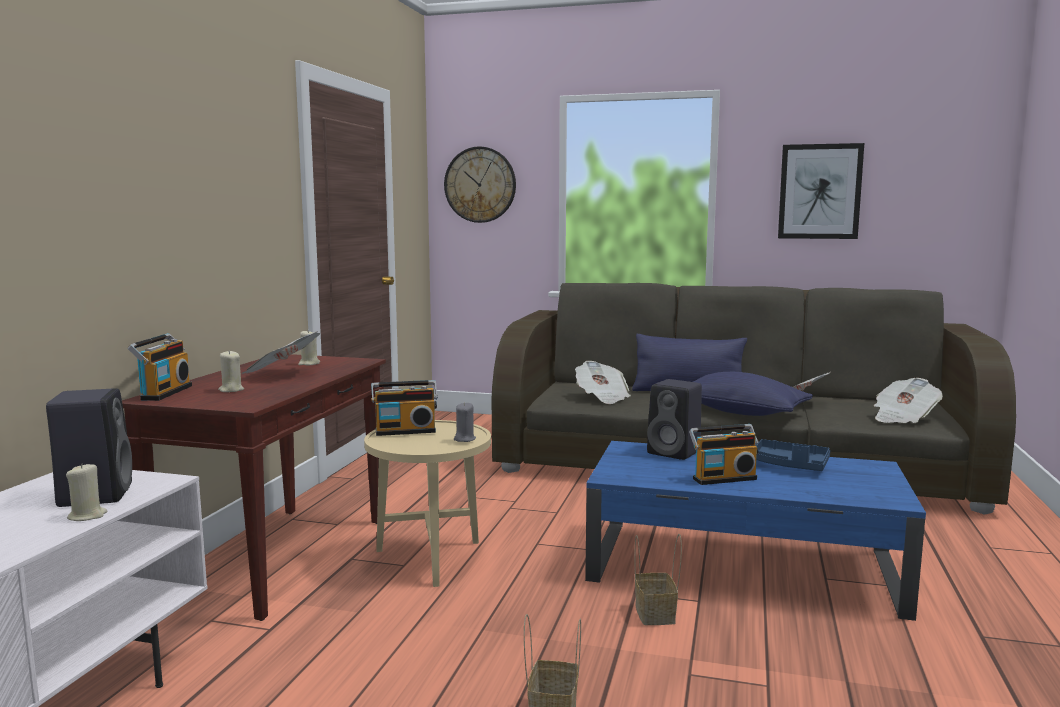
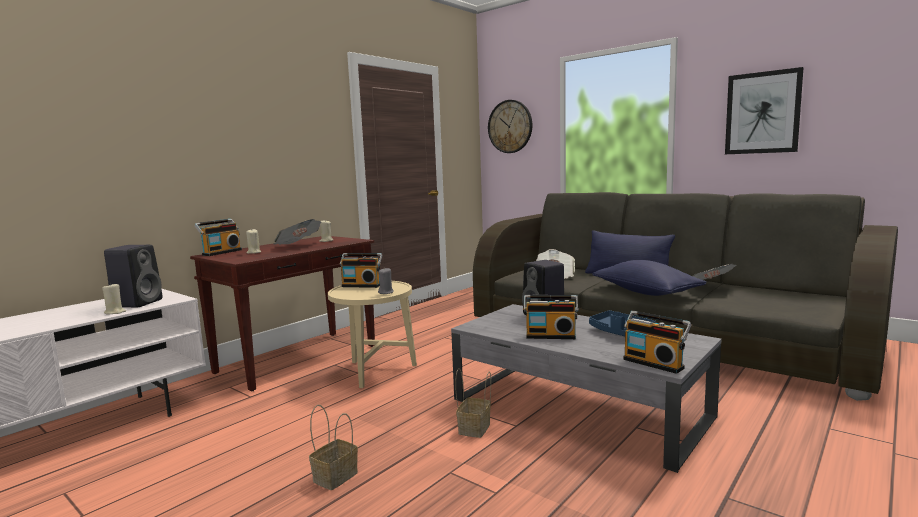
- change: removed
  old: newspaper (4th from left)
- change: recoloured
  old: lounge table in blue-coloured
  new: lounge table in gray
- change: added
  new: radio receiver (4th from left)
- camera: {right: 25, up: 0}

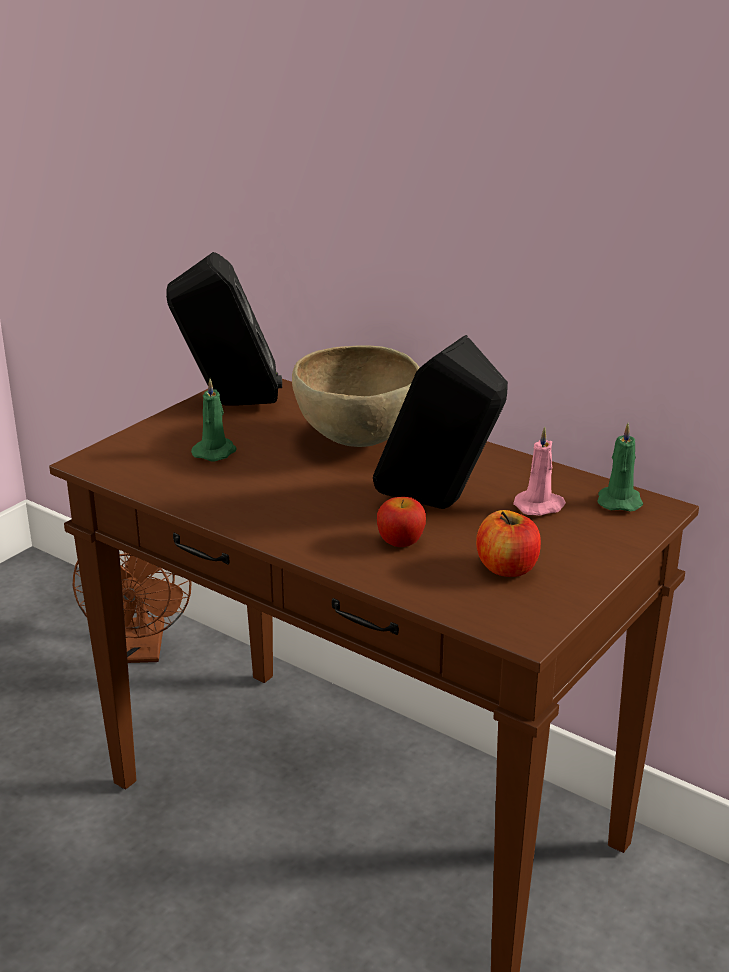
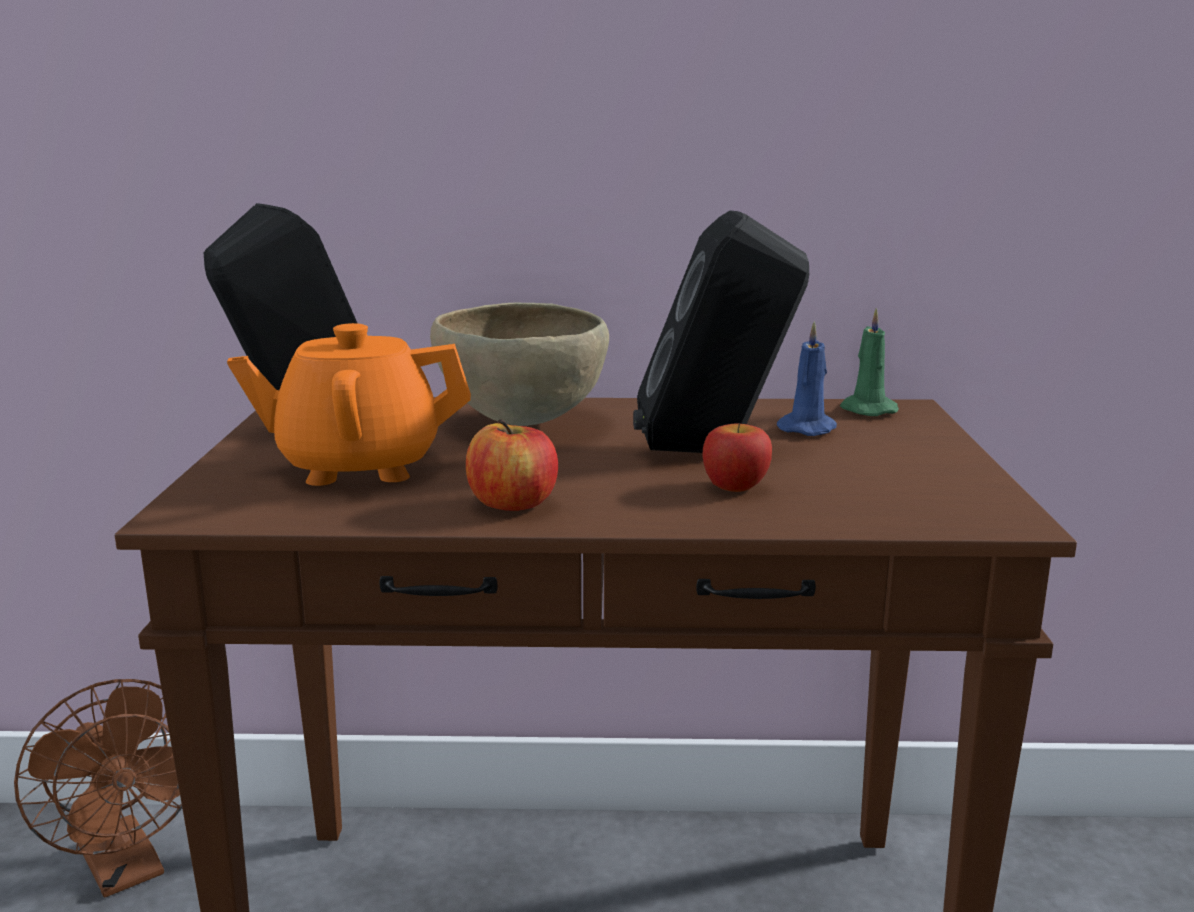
- change: replaced
  old: wax candle in green (1st from left)
  new: pot for tea in orange
- change: recoloured
  old: wax candle in pink
  new: wax candle in blue-coloured
- change: moved
  old: apple (2nd from left in the first image)
  new: apple (1st from left)
- camera: {right: -35, up: -10}

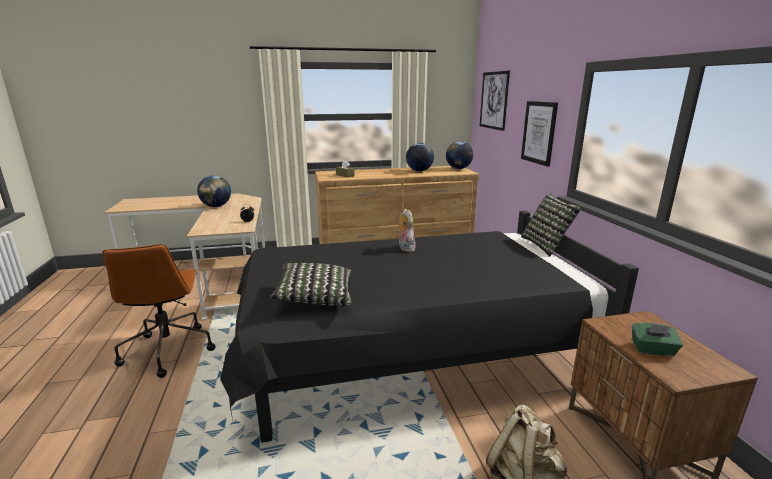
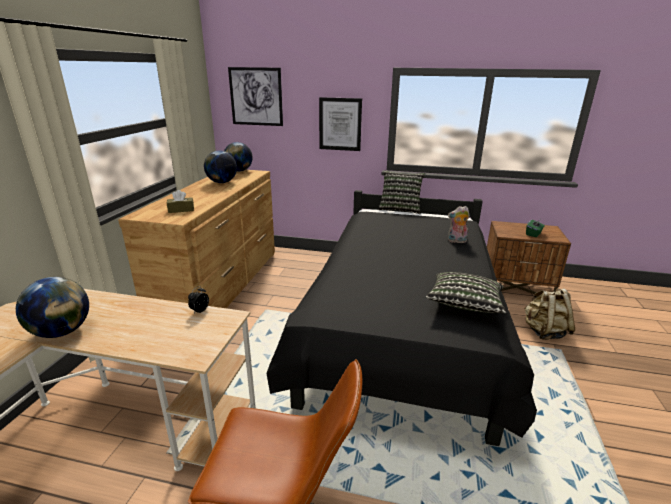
- change: moved
  old: plush toy
- camera: {right: -65, up: 5}

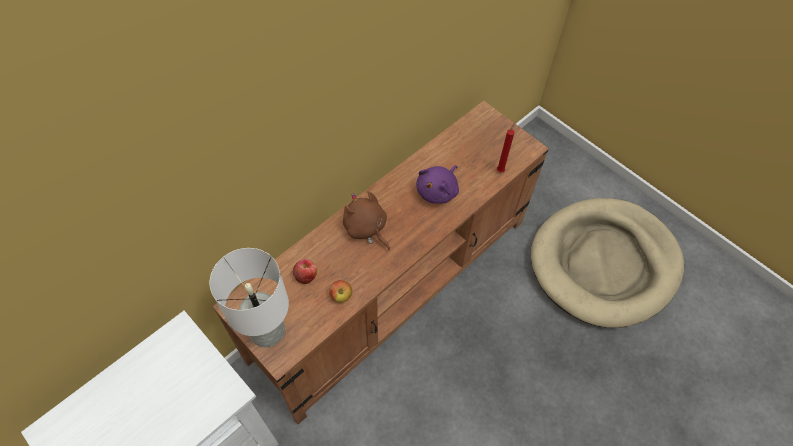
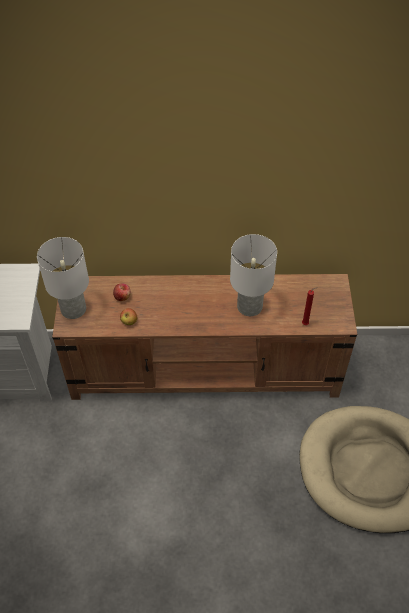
- change: replaced
  old: plush toy in purple
  new: lamp for a table in white-coloured (2nd from left)
- change: removed
  old: plush toy in brownish
- camera: {right: 45, up: -5}

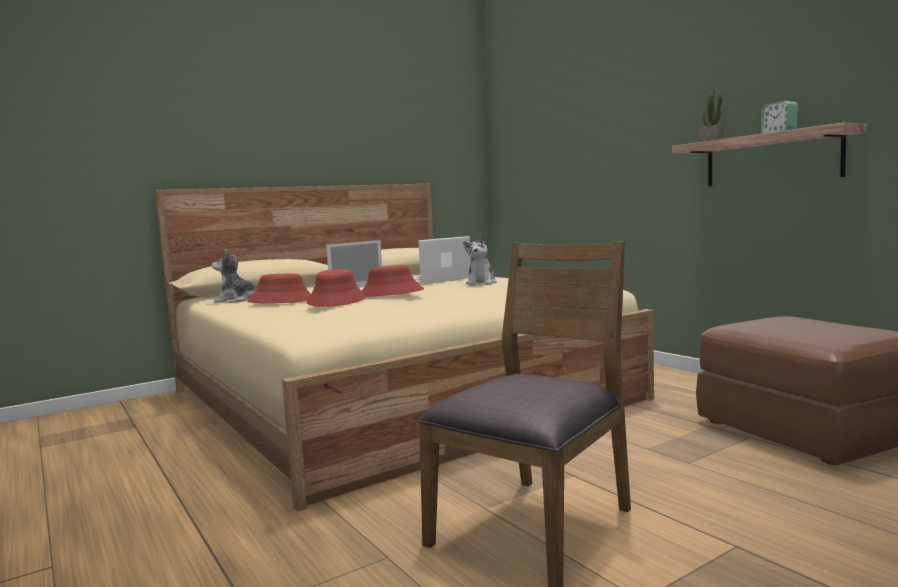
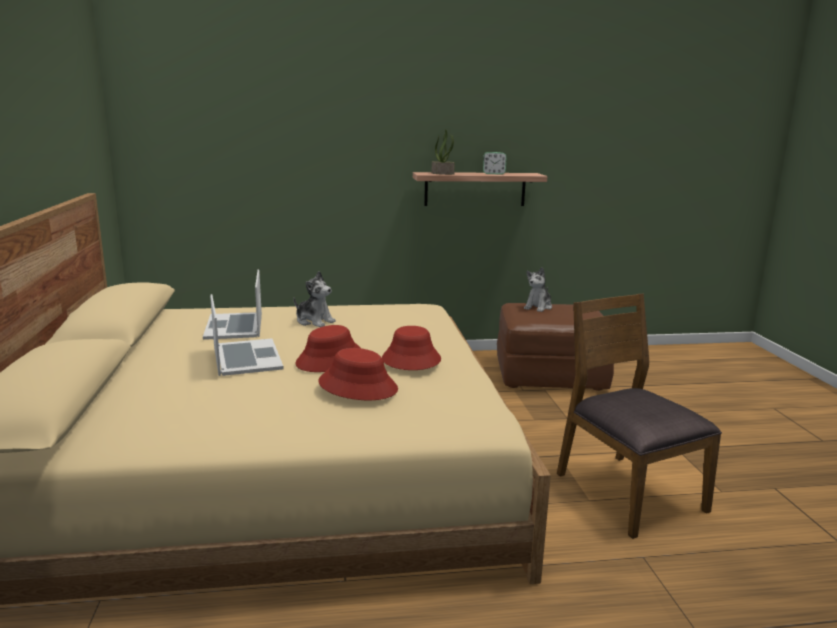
- change: moved
  old: plush toy (1st from left in the first image)
  new: plush toy (2nd from left)
- change: moved
  old: clothing hat in red (1st from left in the first image)
  new: clothing hat in red (3rd from left)
- camera: {right: -65, up: 10}

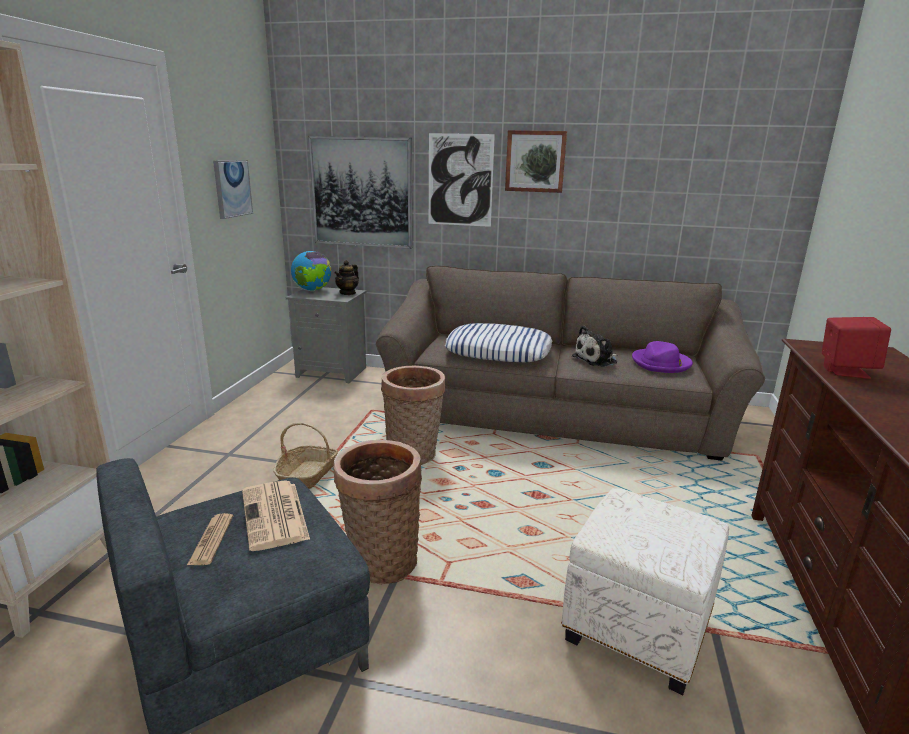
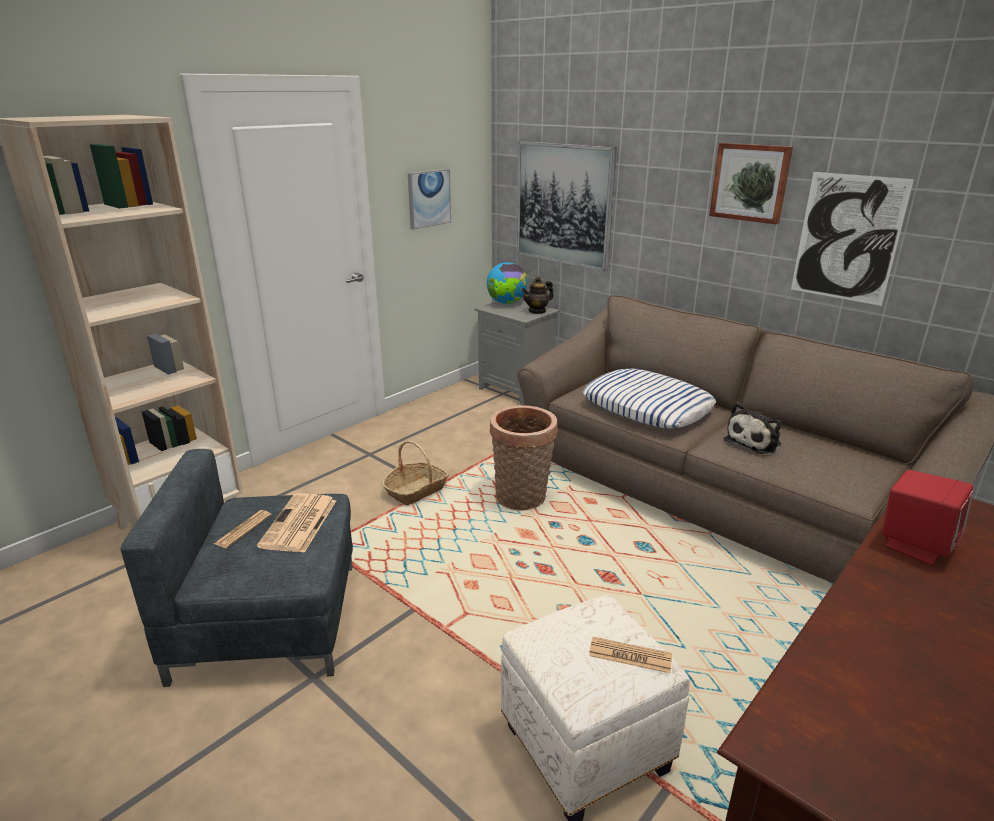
- change: moved
  old: wall art (3rd from left in the first image)
  new: wall art (4th from left)
- change: turned
  old: plush toy
  degrees: -45
- change: removed
  old: clothing hat in purple
- change: removed
  old: household basket (2nd from left)
- change: added
  new: newspaper (3rd from left)
- camera: {right: 30, up: 5}

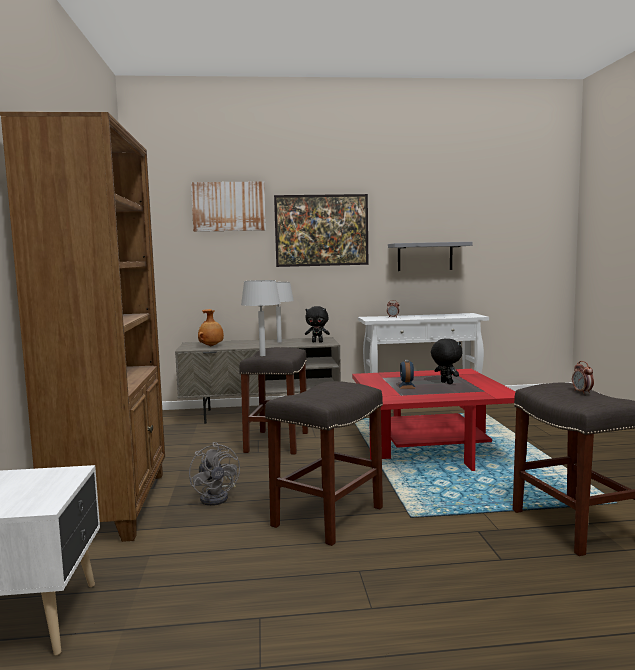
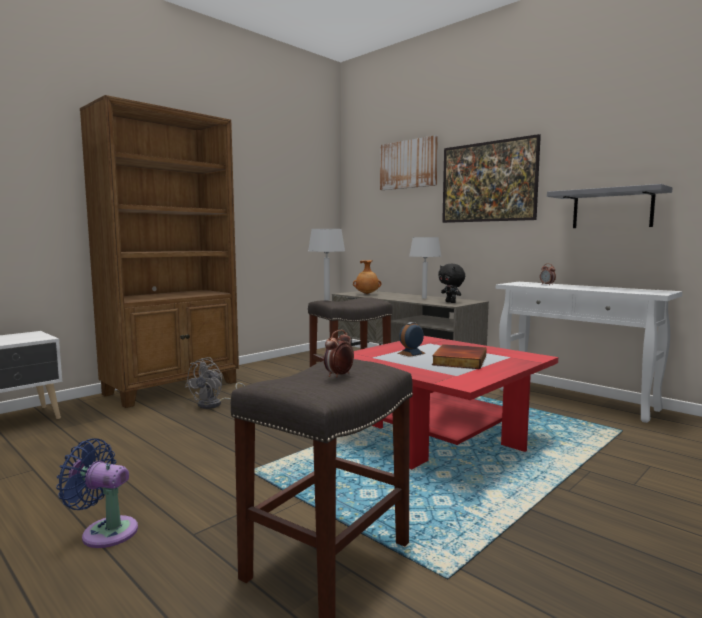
- change: replaced
  old: plush toy in blackish (2nd from left)
  new: bound book
- change: removed
  old: stool seat in gray (2nd from left)
- change: added
  new: fan in blue-coloured
- camera: {right: 50, up: 0}

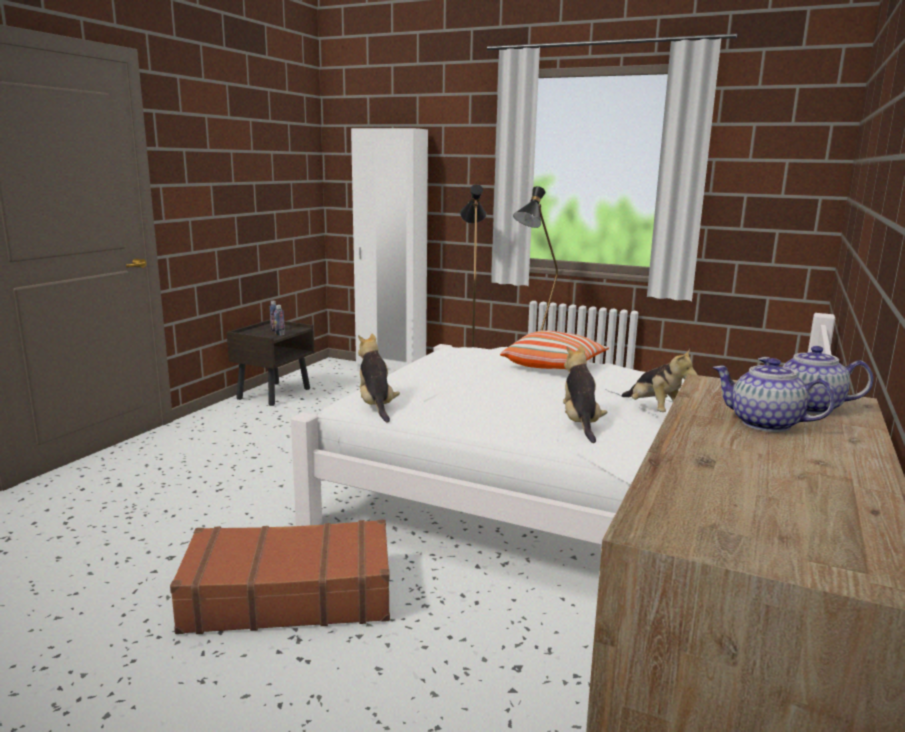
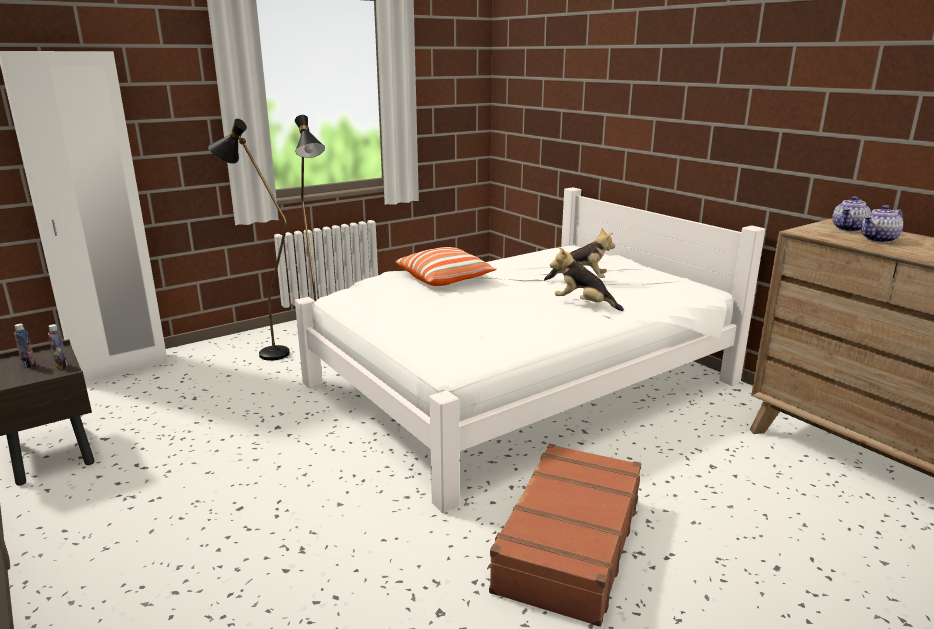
- change: removed
  old: plush toy (1st from left)
- camera: {right: -60, up: 5}

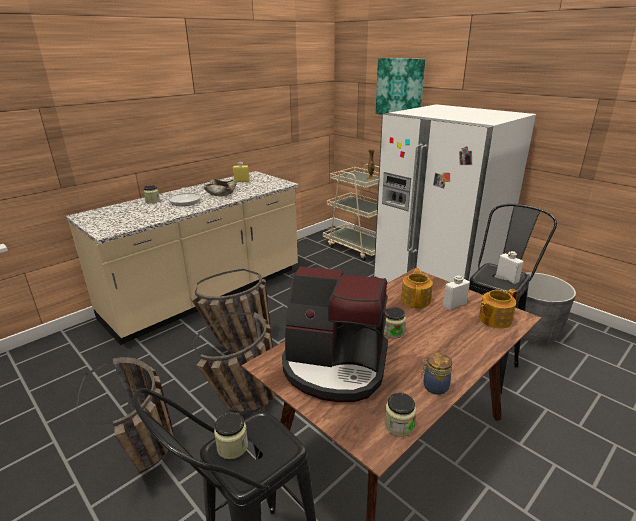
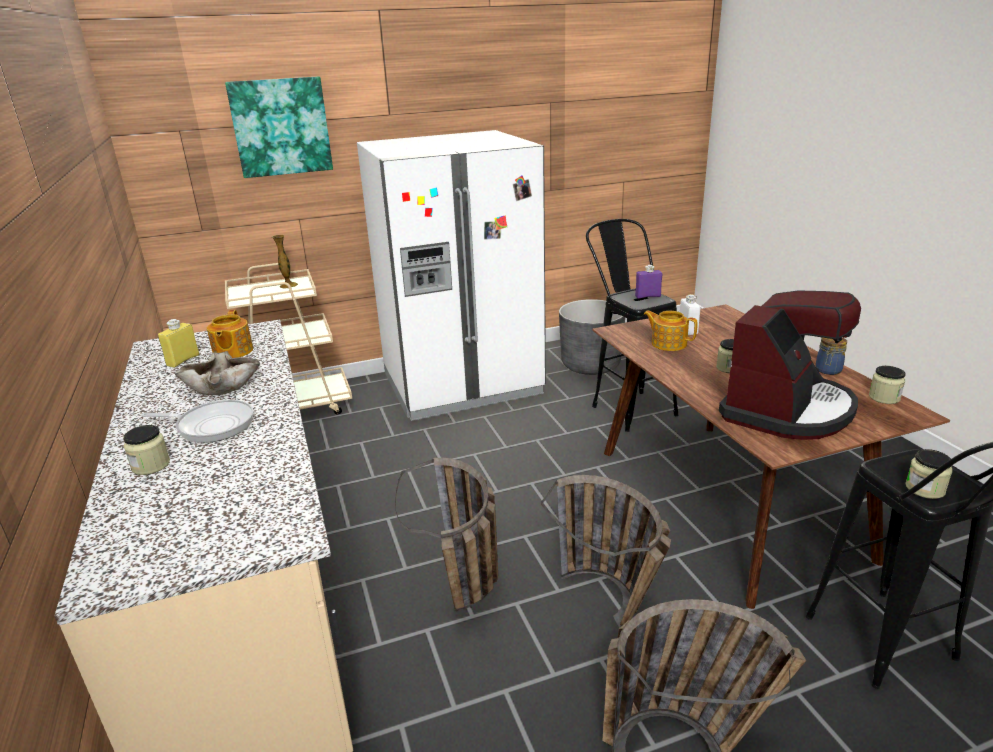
- change: recoloured
  old: bottle in white-coloured (2nd from left)
  new: bottle in purple
- change: moved
  old: pot for tea (2nd from left in the first image)
  new: pot for tea (1st from left)
- camera: {right: -65, up: 0}

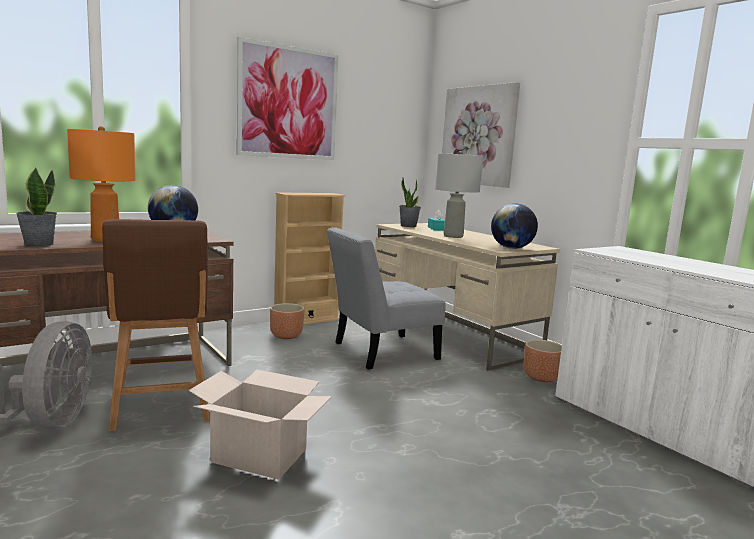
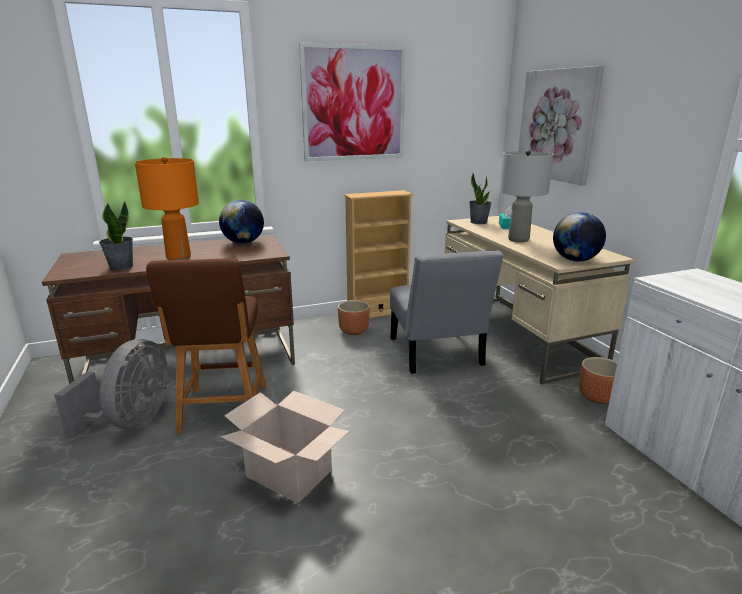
- change: turned
  old: chair in gray
  degrees: -90
- camera: {right: 15, up: 10}

